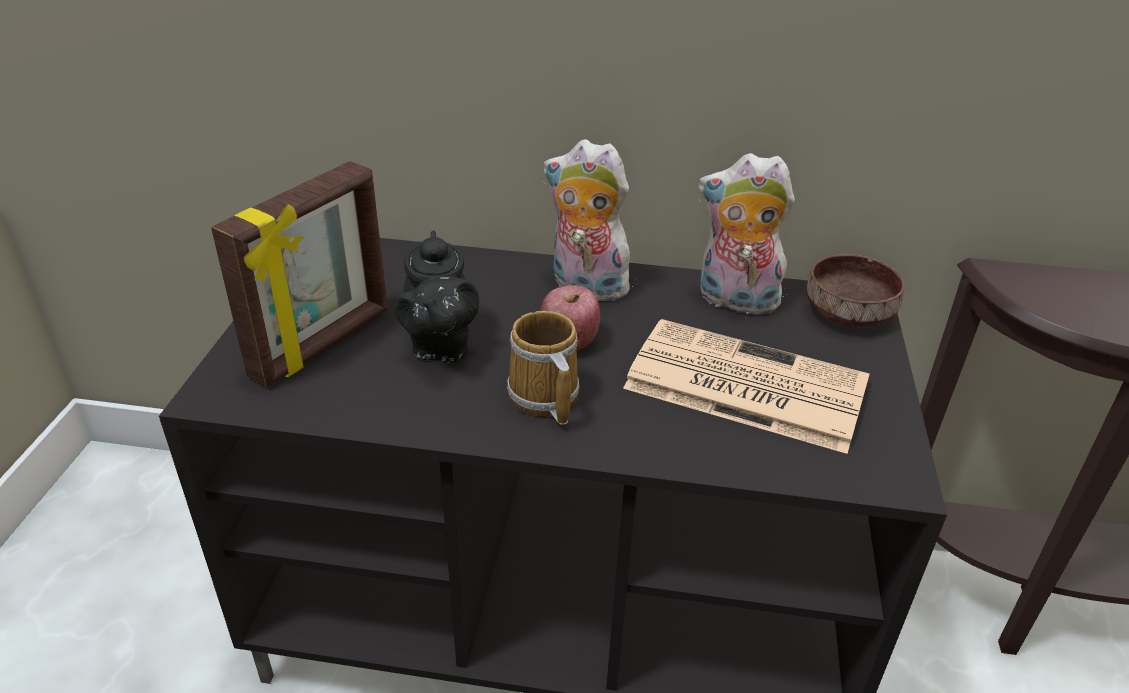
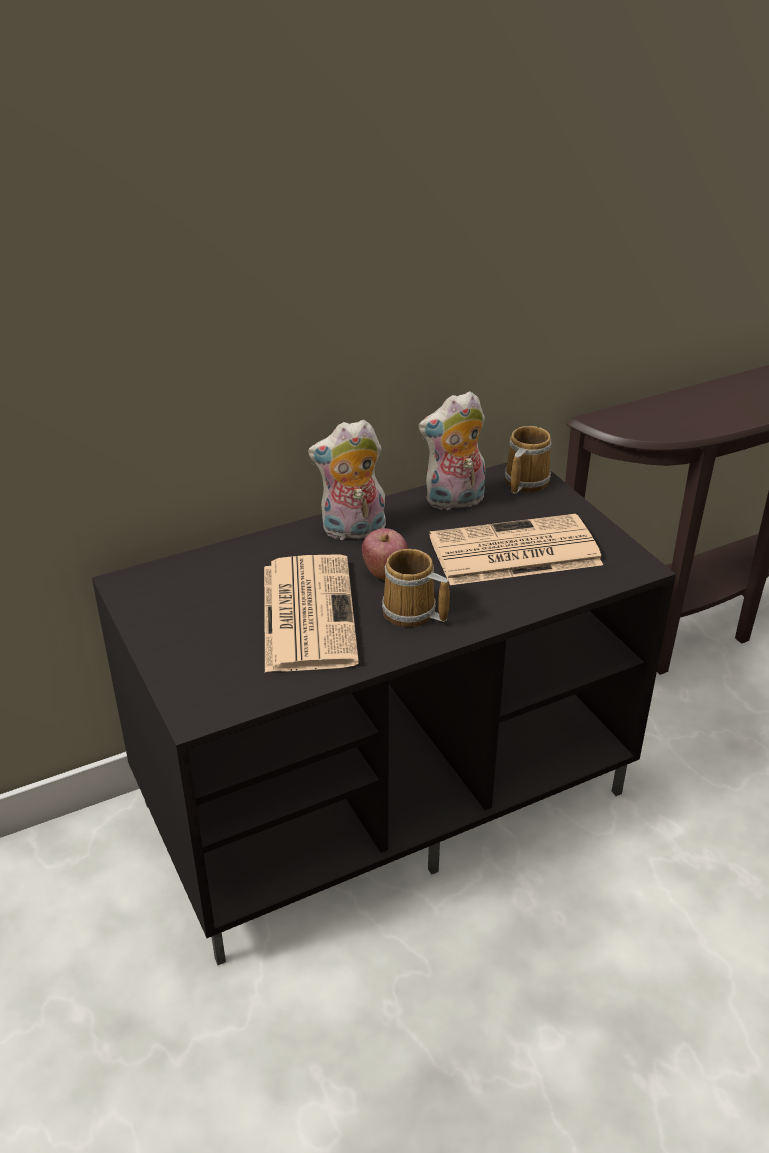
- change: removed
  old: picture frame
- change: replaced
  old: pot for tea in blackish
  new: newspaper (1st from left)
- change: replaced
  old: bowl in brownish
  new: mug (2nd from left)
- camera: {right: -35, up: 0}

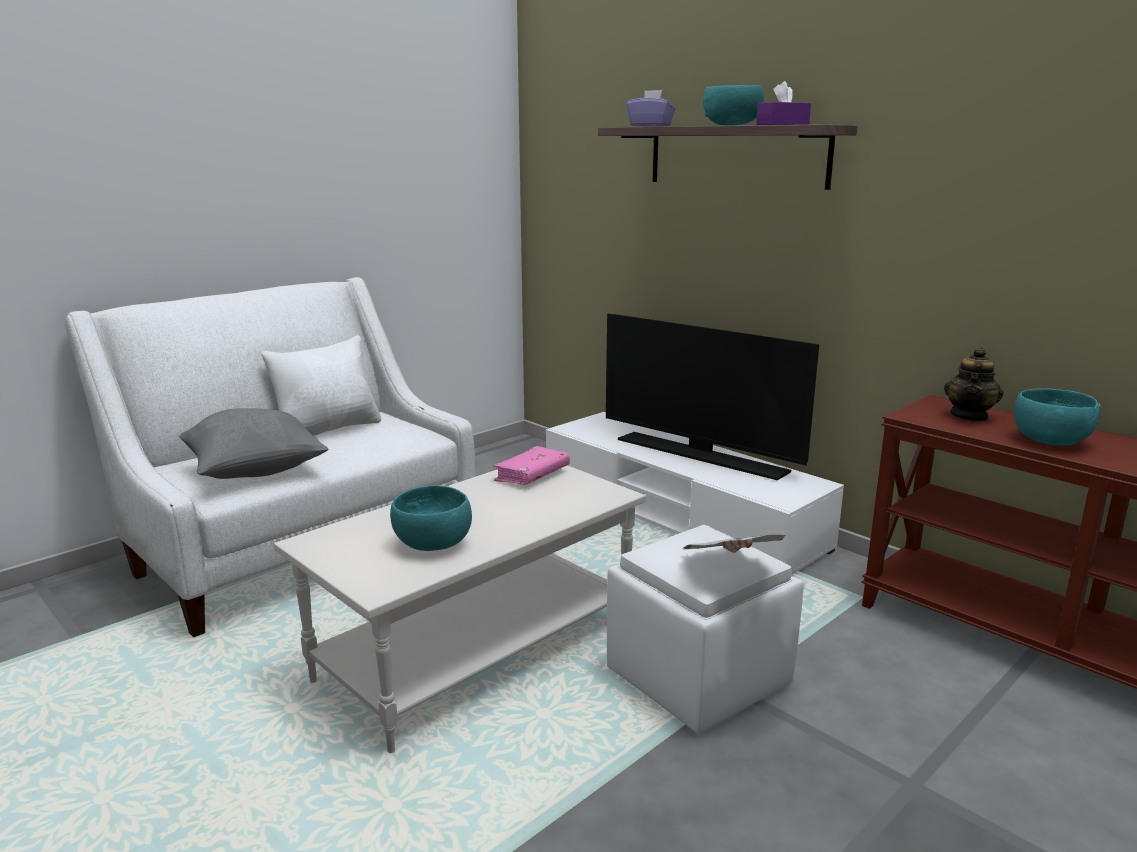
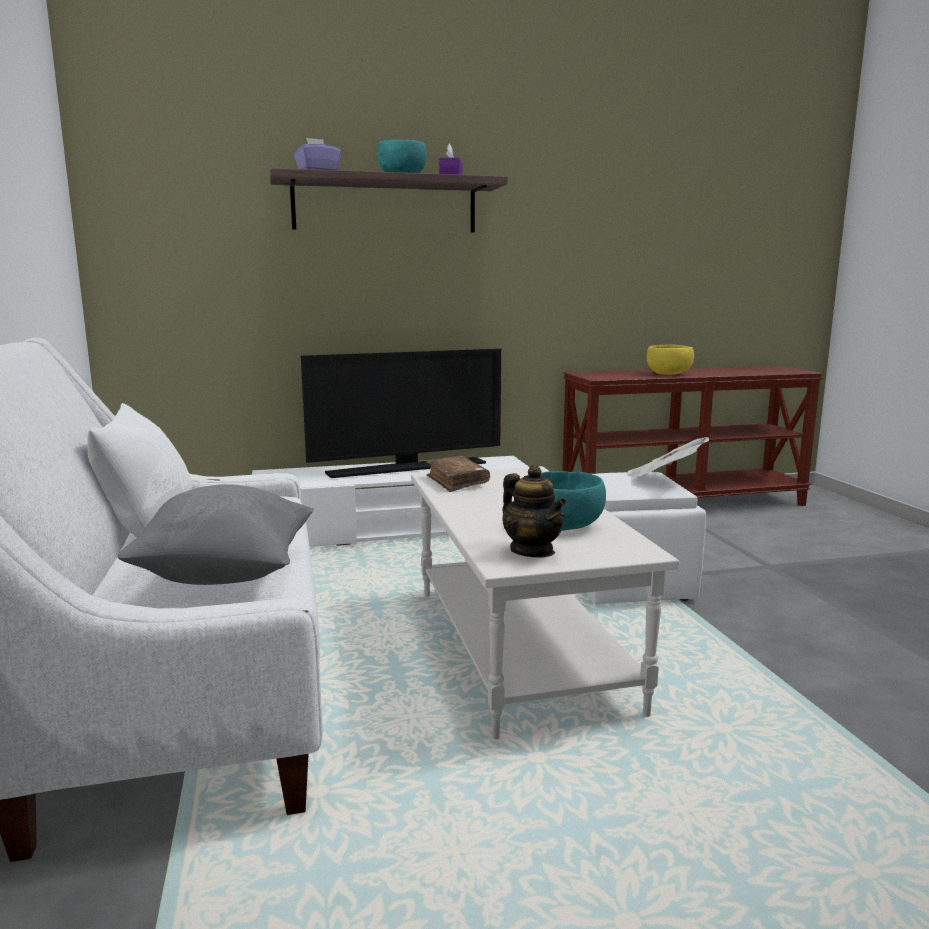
- change: moved
  old: pot for tea
- change: recoloured
  old: bowl in turquoise (3rd from left)
  new: bowl in yellowish
- change: recoloured
  old: bound book in pink
  new: bound book in brownish
- camera: {right: -60, up: -5}

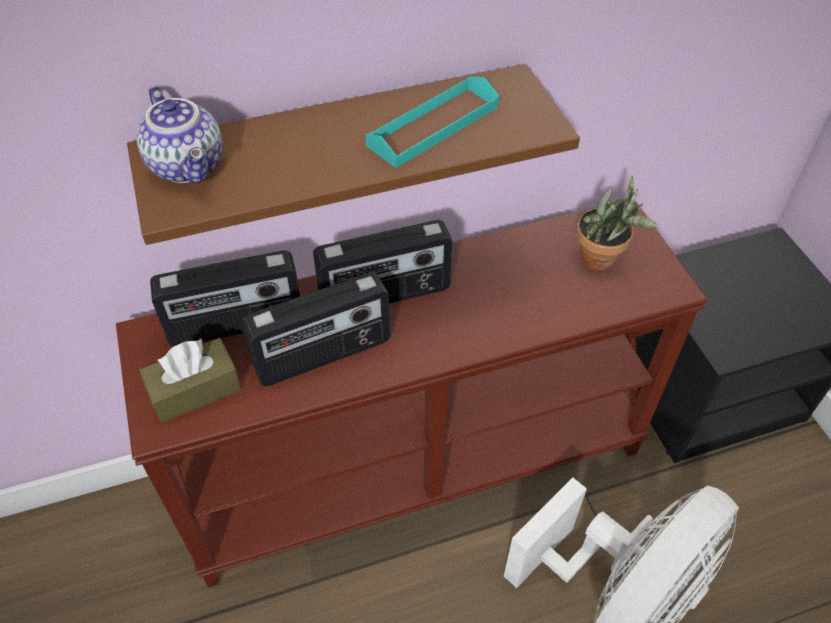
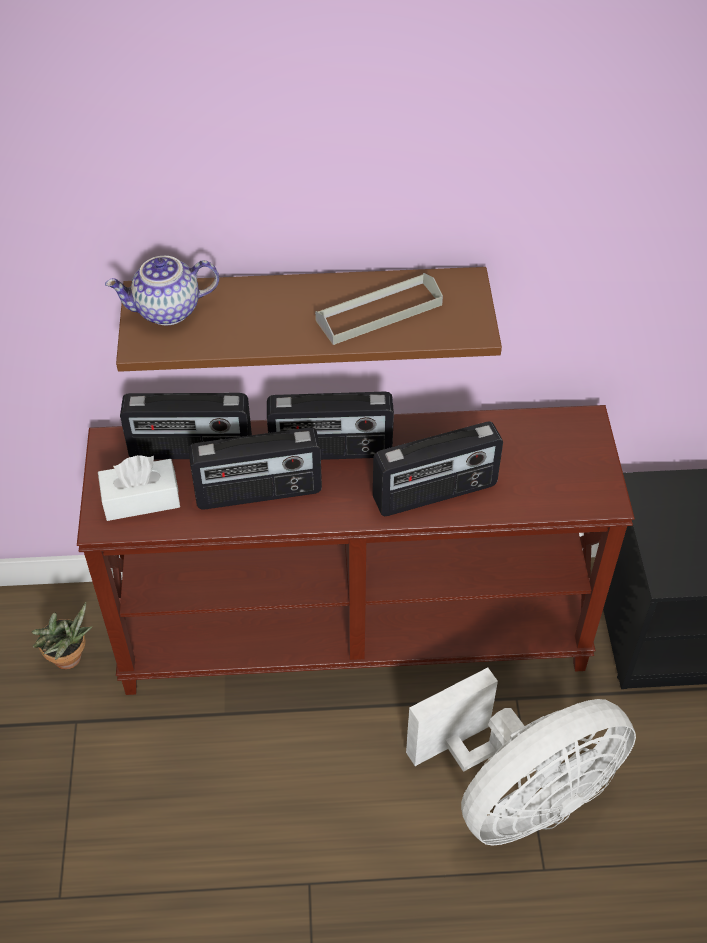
- change: recoloured
  old: serving tray in turquoise
  new: serving tray in gray
- change: turned
  old: pot for tea
  degrees: 90
- change: moved
  old: plant in a pot
- change: recoloured
  old: box of tissues in brownish
  new: box of tissues in white-coloured
- change: added
  new: radio receiver (4th from left)
- camera: {right: 15, up: 0}

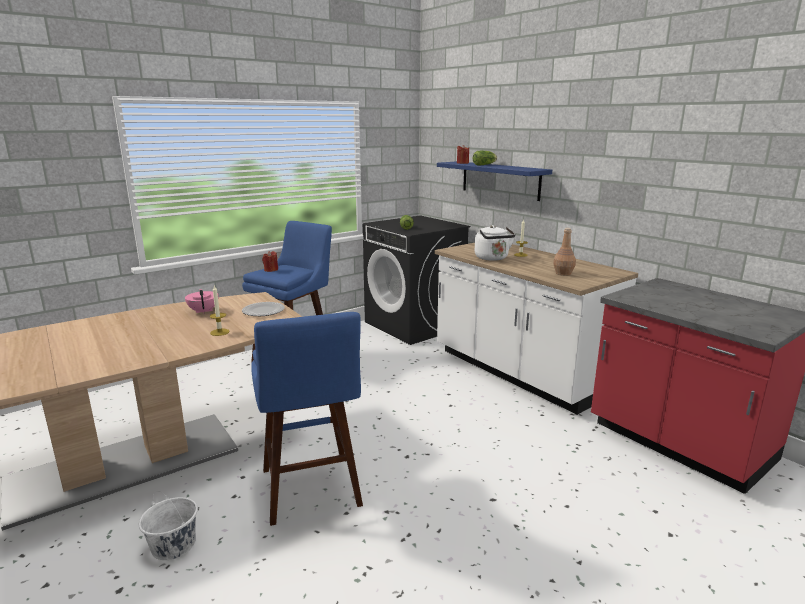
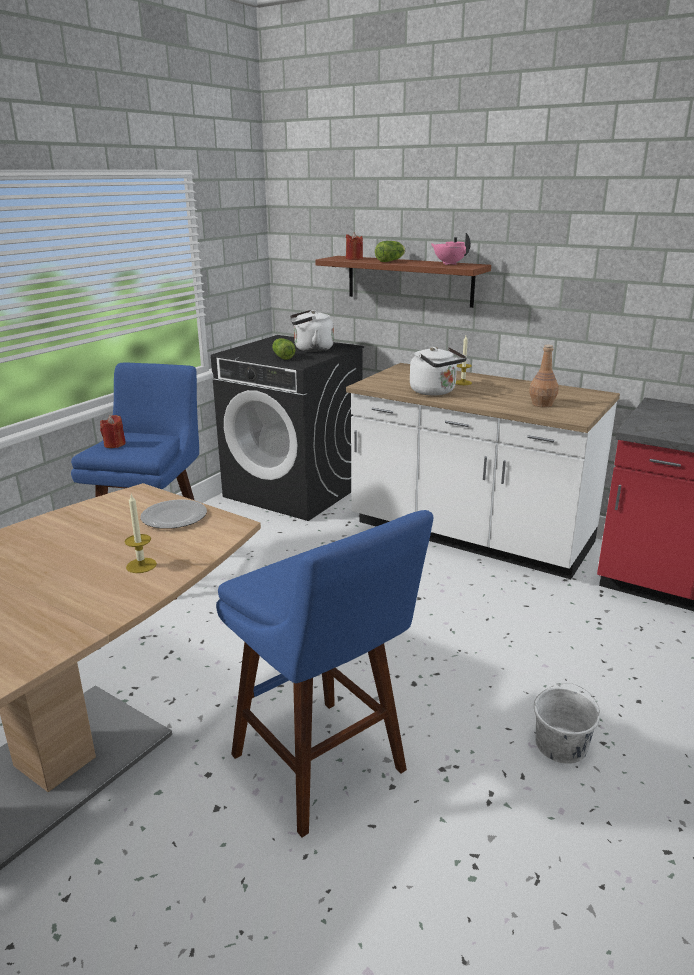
- change: recoloured
  old: bracket shelf in blue-coloured
  new: bracket shelf in brownish
- change: moved
  old: pot for tea in pink
- change: moved
  old: pail in white-coloured
- change: added
  new: tea kettle in white-coloured (1st from left)
- camera: {right: -20, up: 5}

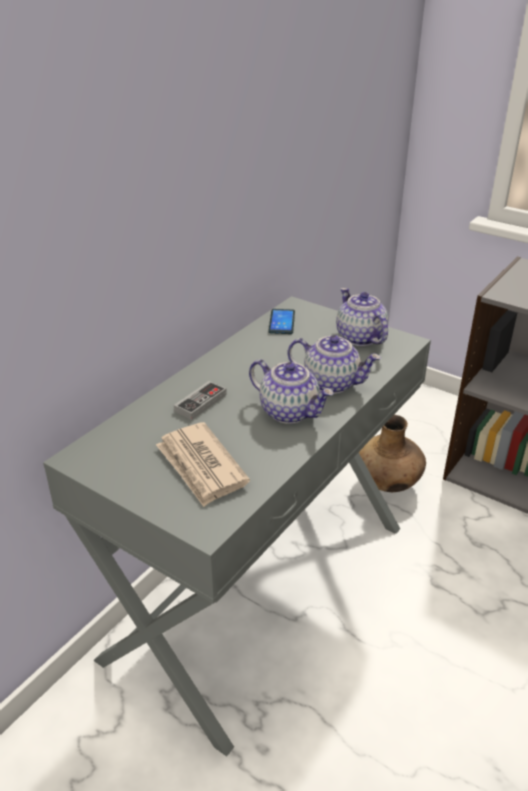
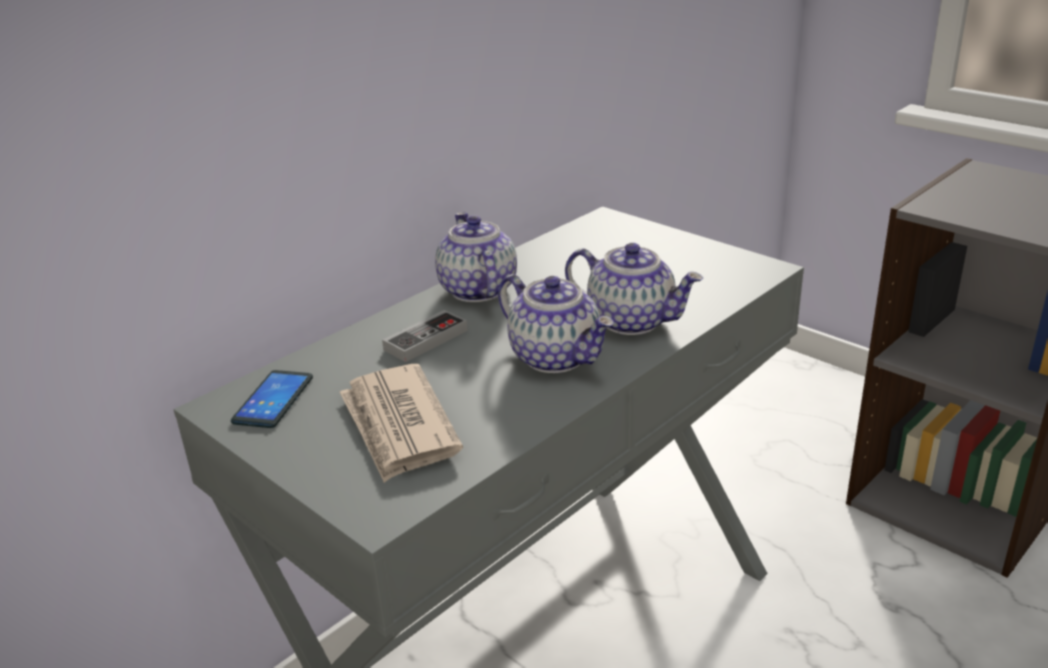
- change: moved
  old: pot for tea (3rd from left in the first image)
  new: pot for tea (1st from left)
- change: moved
  old: handset
- change: removed
  old: flower vase in brownish
- camera: {right: 10, up: -5}

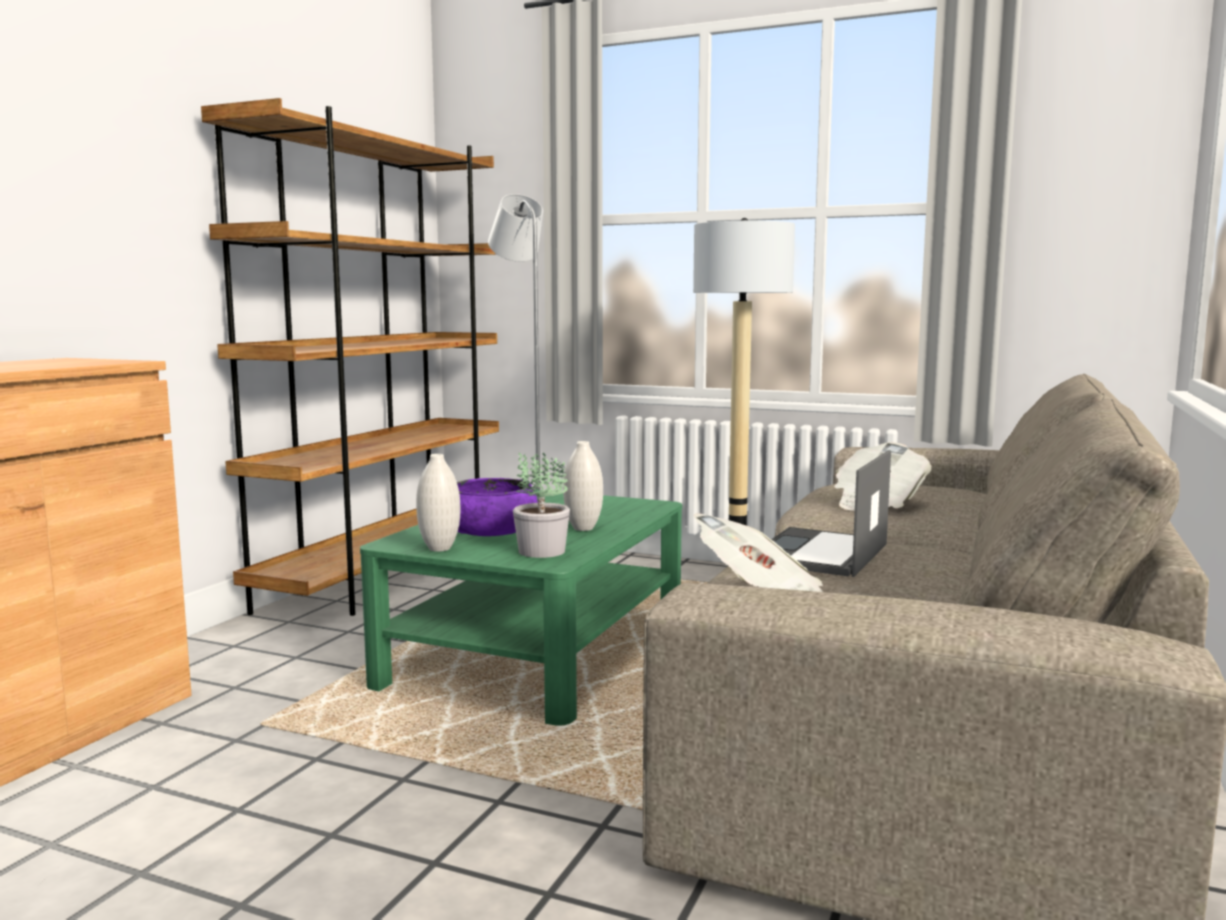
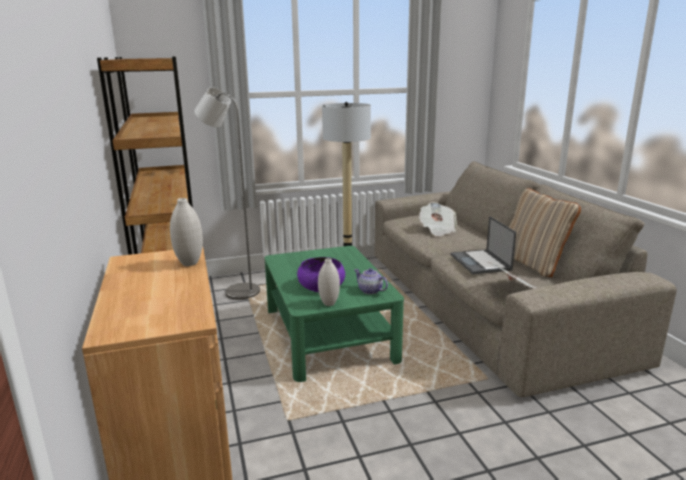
- change: moved
  old: flower vase in white-coloured (2nd from left in the first image)
  new: flower vase in white-coloured (1st from left)
- change: replaced
  old: plant in a pot
  new: pot for tea
- change: added
  new: throw pillow in beige
- camera: {right: -40, up: 10}

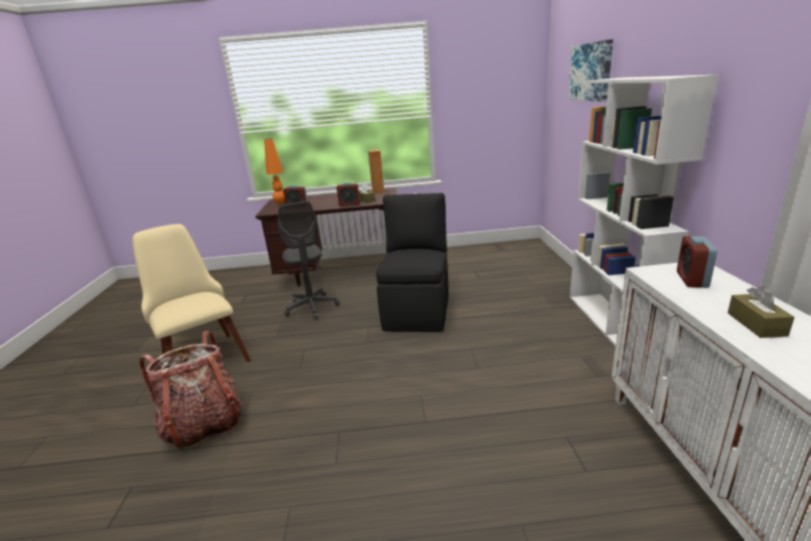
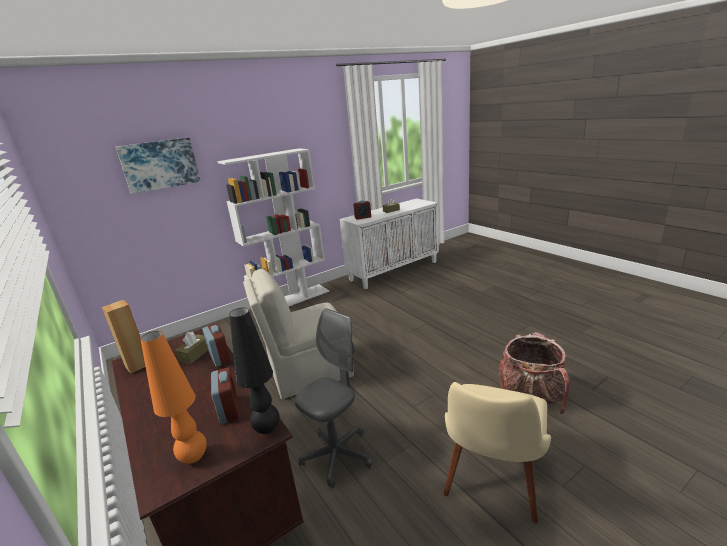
- change: recoloured
  old: chair in blackish
  new: chair in beige (1st from left)
- change: added
  new: lamp for a table in blackish
- camera: {right: -120, up: 0}

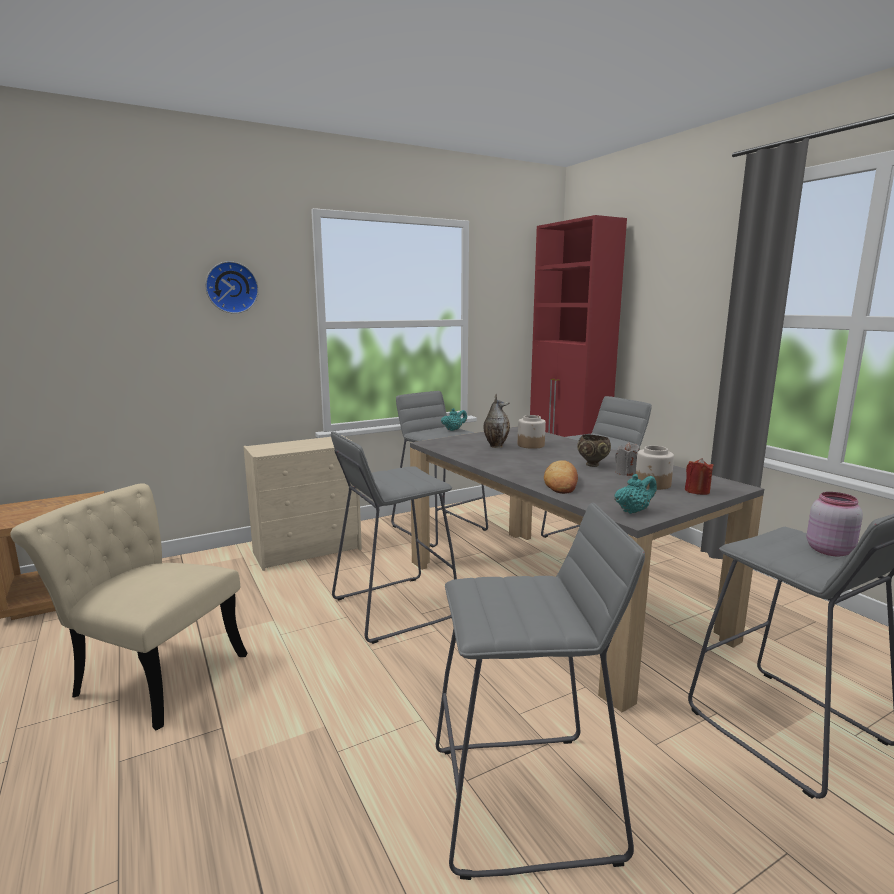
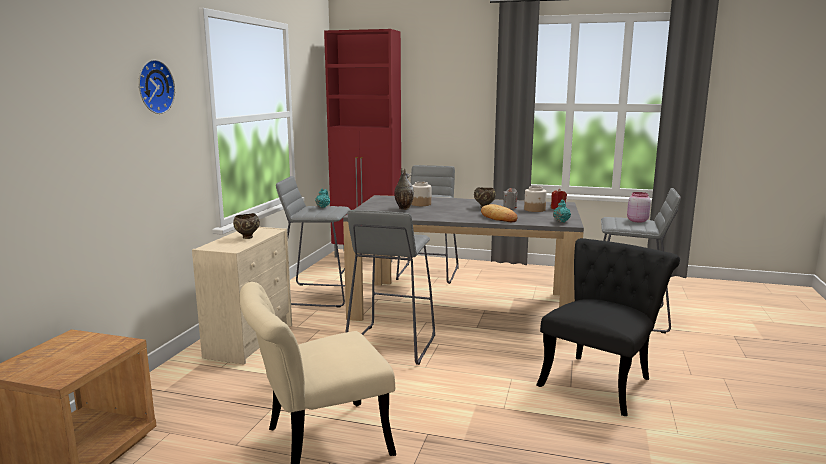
- change: replaced
  old: stool seat in gray (3rd from left)
  new: chair in blackish
- change: added
  new: bowl in brownish (1st from left)
- camera: {right: -45, up: 0}

